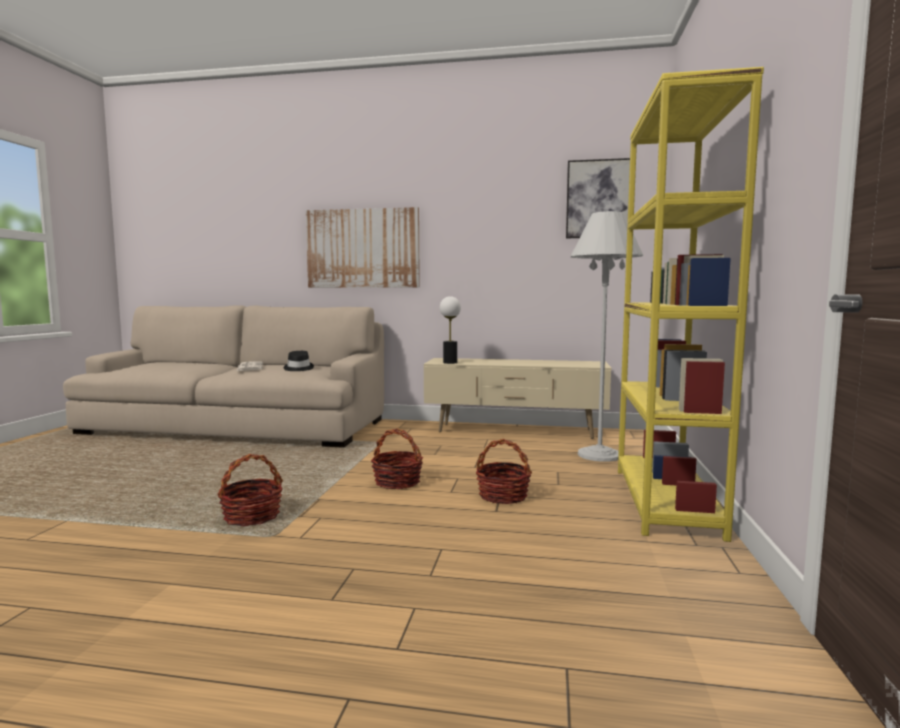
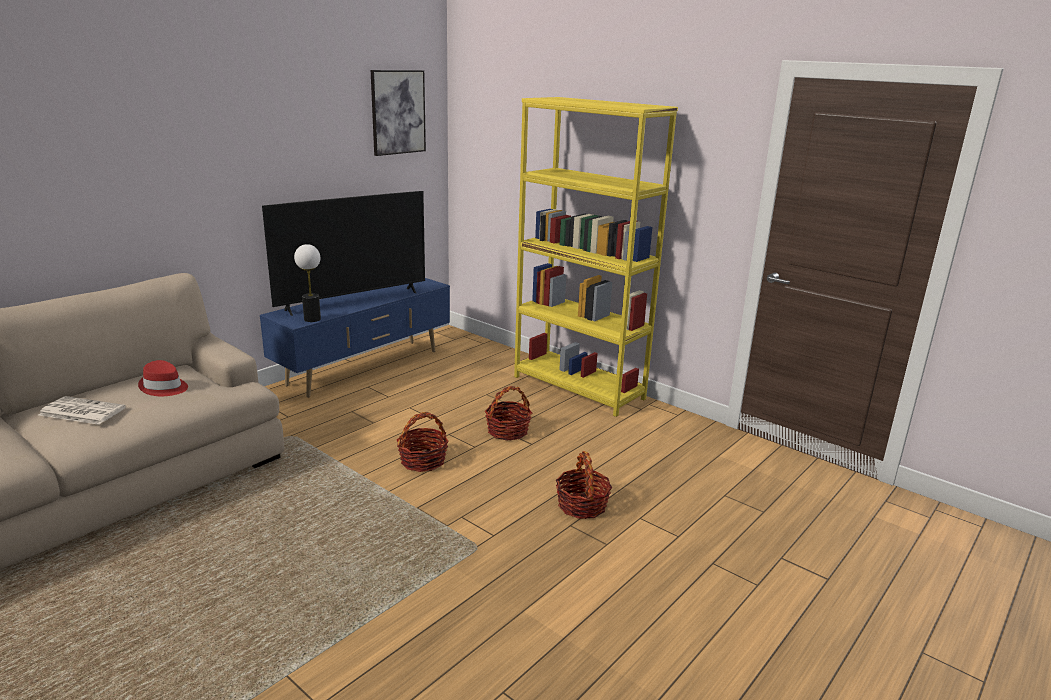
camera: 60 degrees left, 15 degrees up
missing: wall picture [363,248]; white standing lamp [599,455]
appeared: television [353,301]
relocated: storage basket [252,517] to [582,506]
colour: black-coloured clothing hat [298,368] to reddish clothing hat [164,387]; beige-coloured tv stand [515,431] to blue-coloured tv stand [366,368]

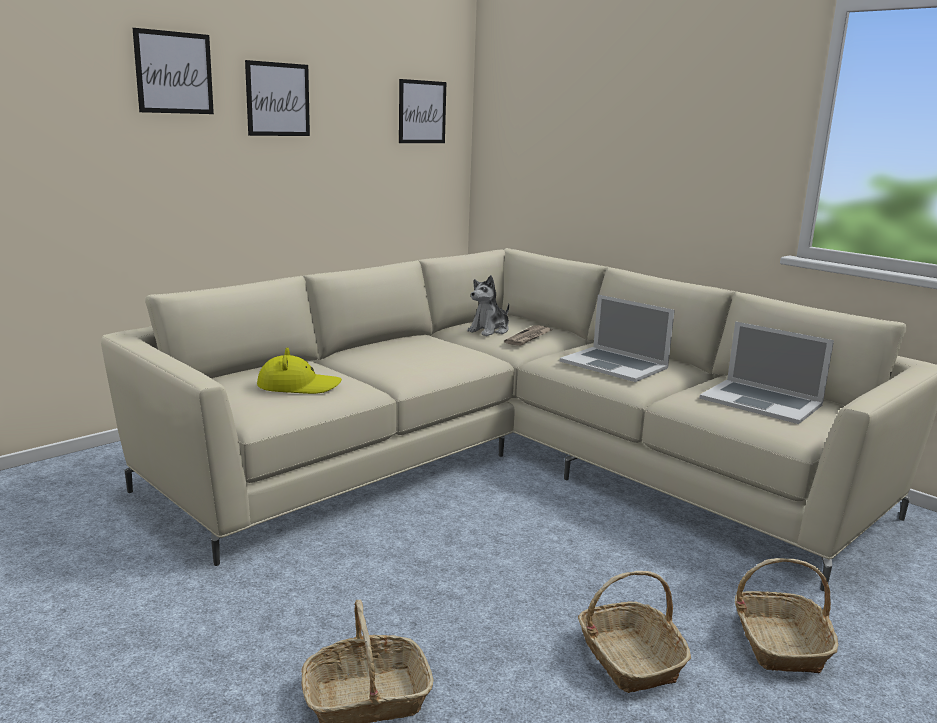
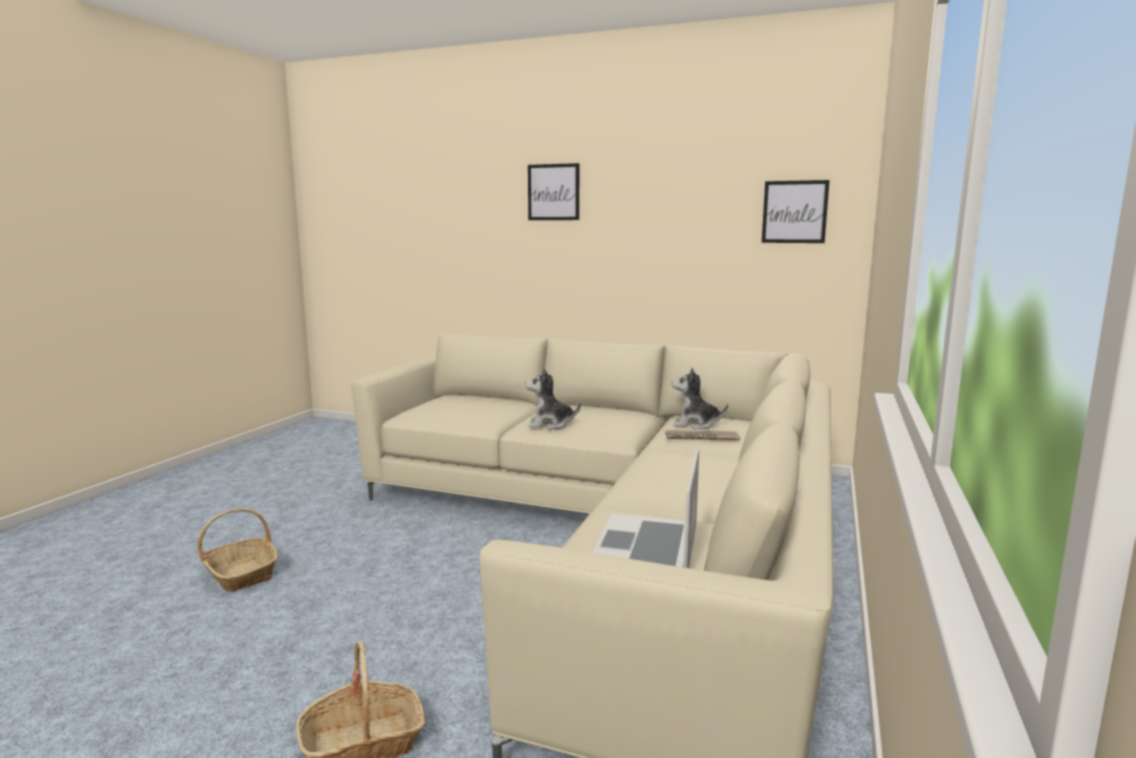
camera: 65 degrees right, 5 degrees down
missing: wall picture [278,99]; yellow-coloured clothing hat [298,386]; laptop [614,364]; storage basket [628,658]
appeared: cuddly toy [550,424]

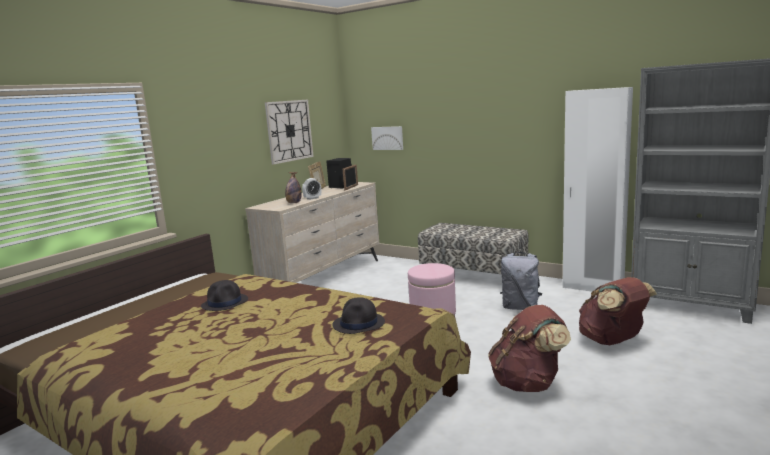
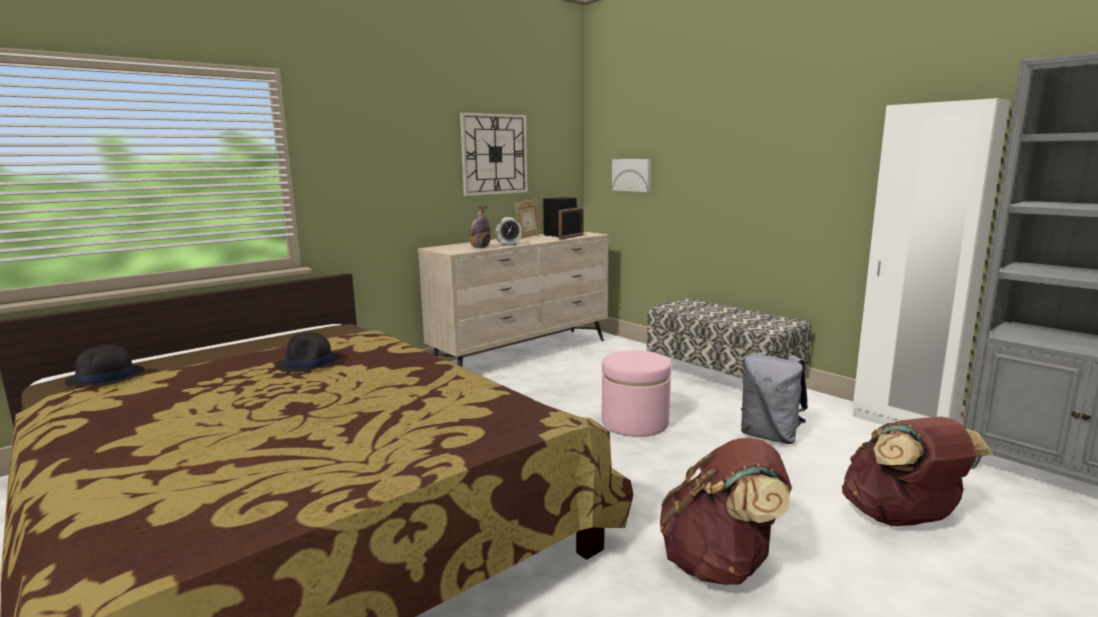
camera: 15 degrees right, 0 degrees up
relocated: black-coloured clothing hat [359,324] to [106,378]

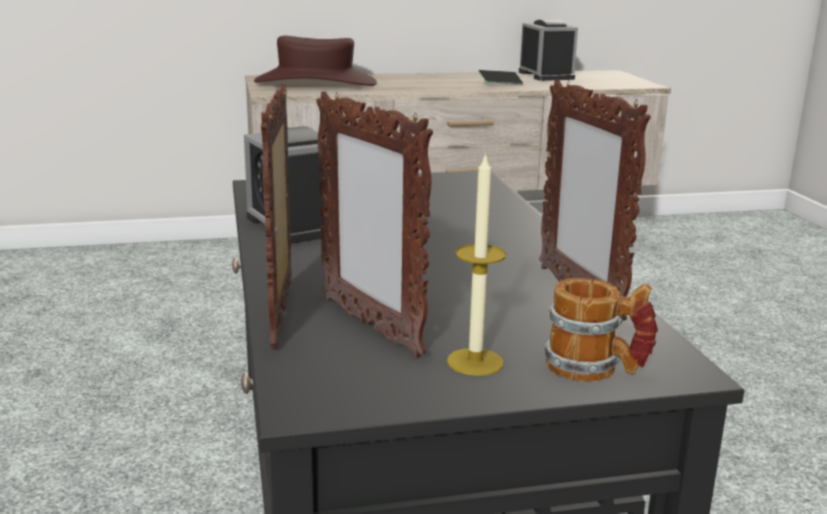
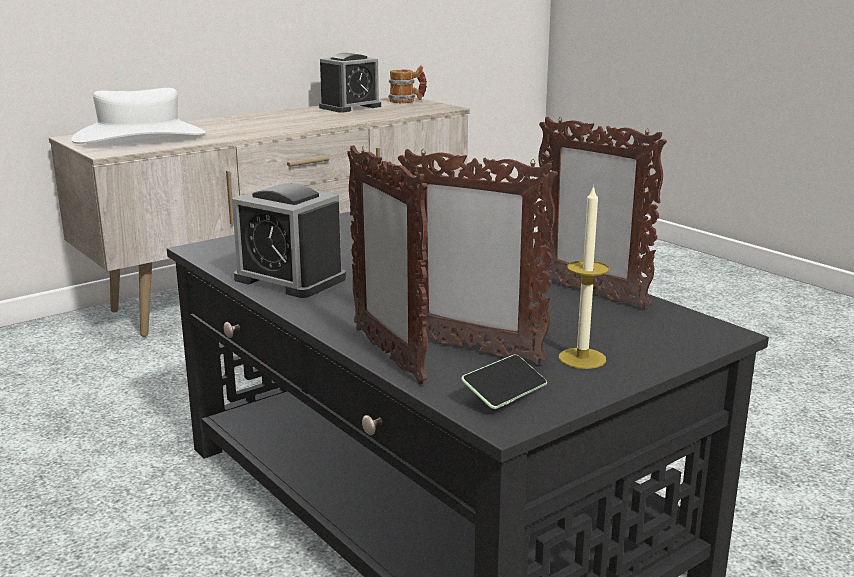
camera: 25 degrees left, 0 degrees up
relocated: coffee mug [596,369] to [407,101]; phone [500,84] to [504,394]
colour: brown clothing hat [316,82] to white clothing hat [140,137]
spun: alarm clock [546,75] = [350,107] 90 degrees clockwise

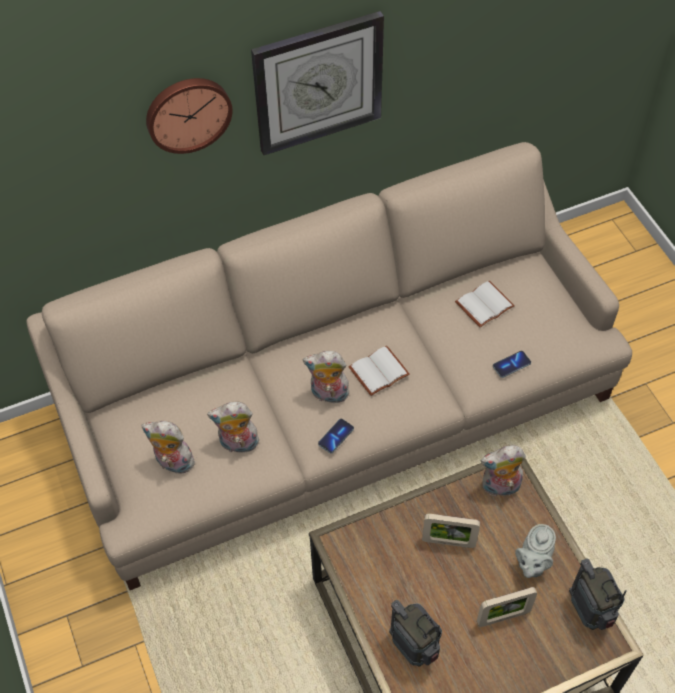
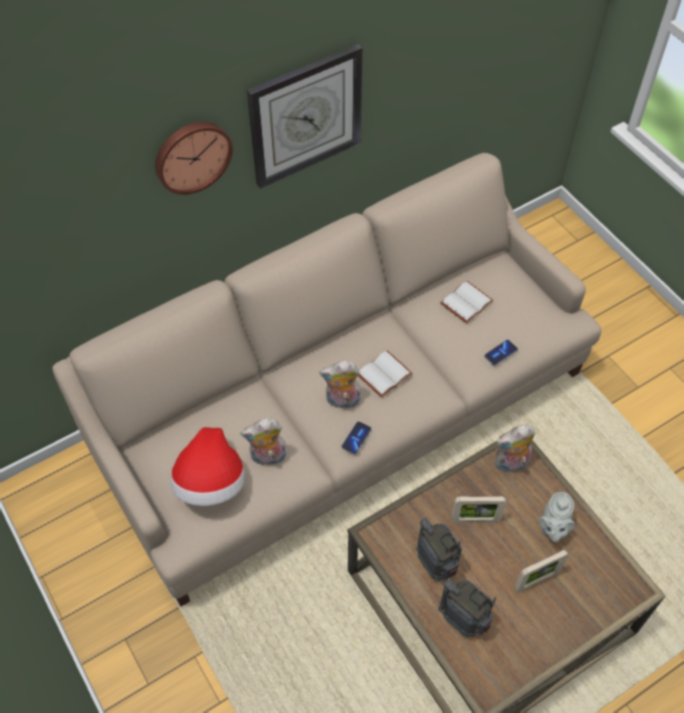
camera: 10 degrees left, 0 degrees up
relocated: radio receiver [590,612] to [436,565]
exchanged: cuddly toy [172,463] to clothing hat [210,483]

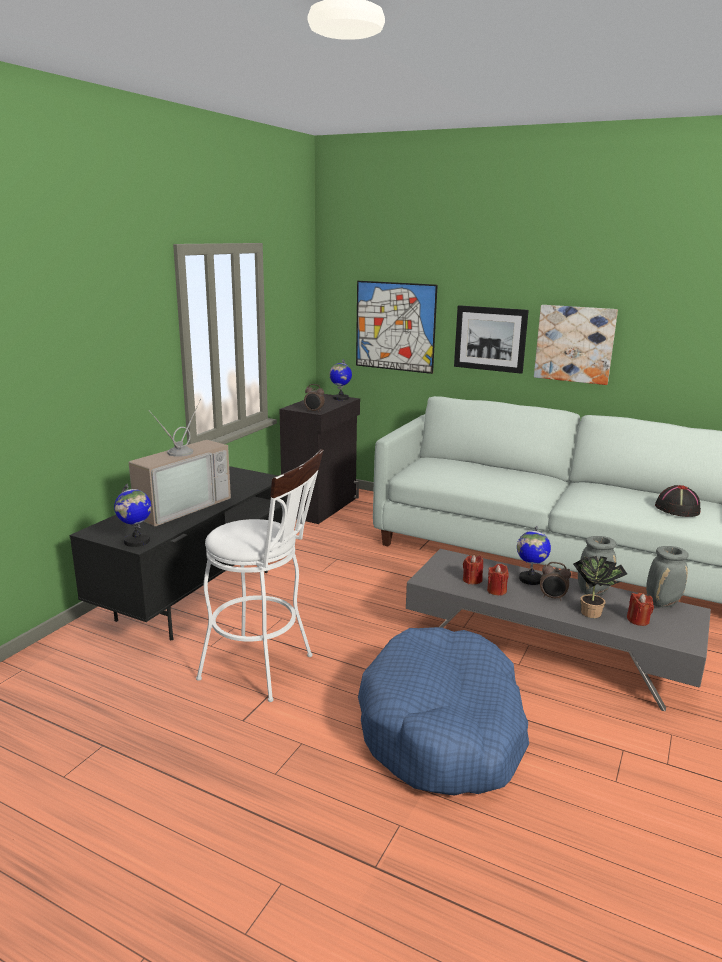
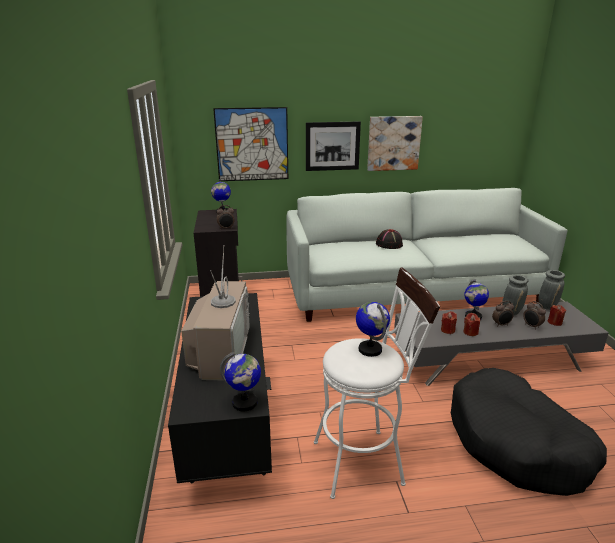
camera: 35 degrees left, 5 degrees up
appeared: globe [370,349]
relocated: black-coloured clothing hat [677,509] to [389,244]
exchanged: houseplant [593,612] to alarm clock [531,326]
colour: blue-coloured dog bed [443,729] to black-coloured dog bed [517,443]

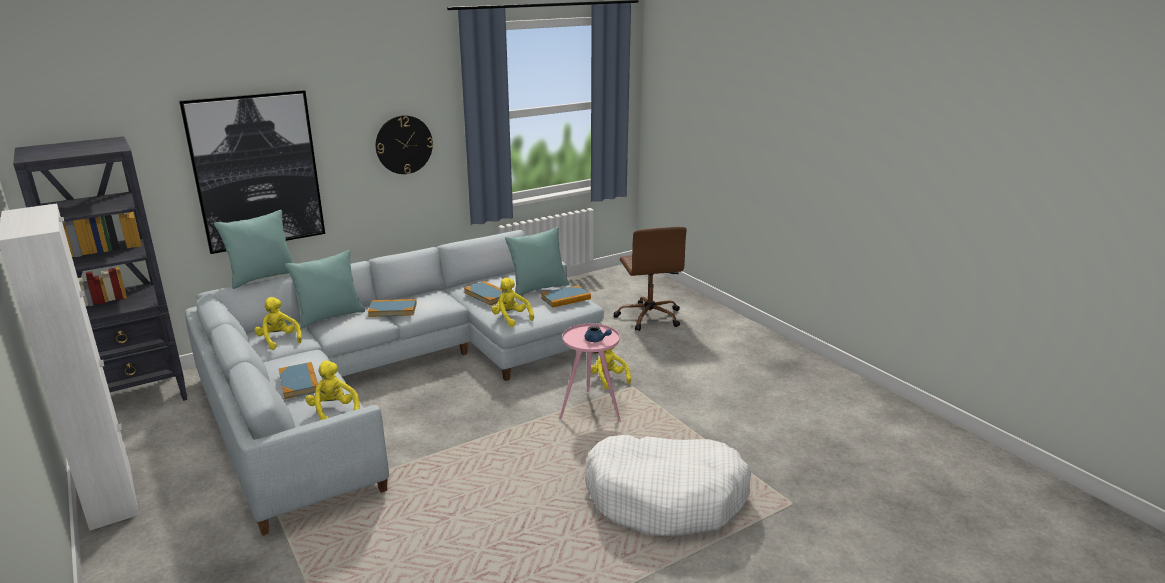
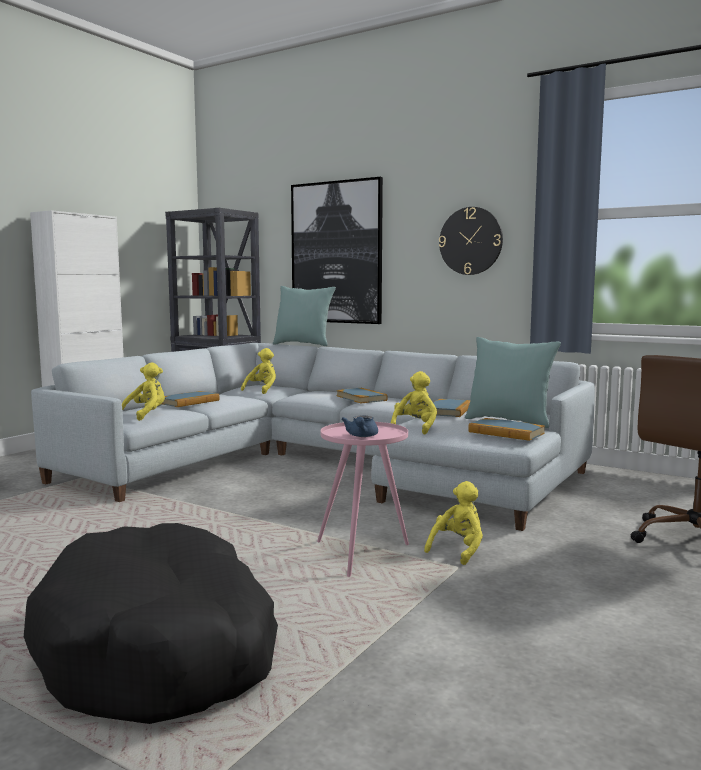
camera: 65 degrees right, 15 degrees down
missing: turquoise-coloured throw pillow [330,316]
colour: white dog bed [666,498] to black-coloured dog bed [160,649]

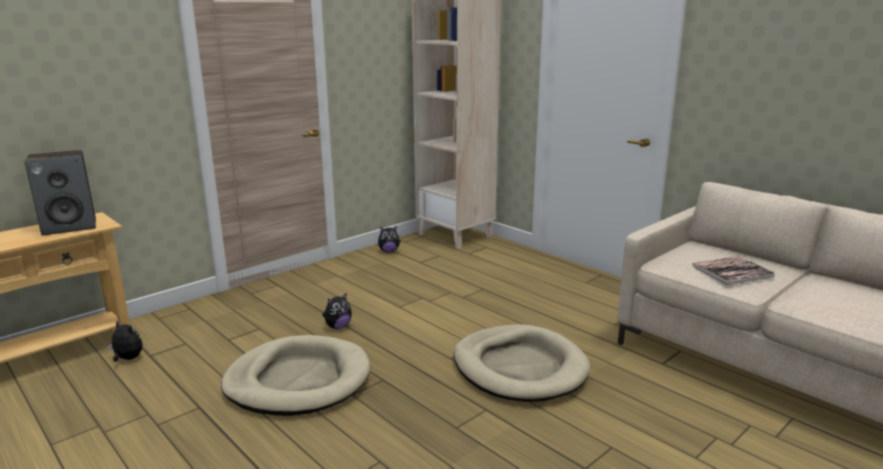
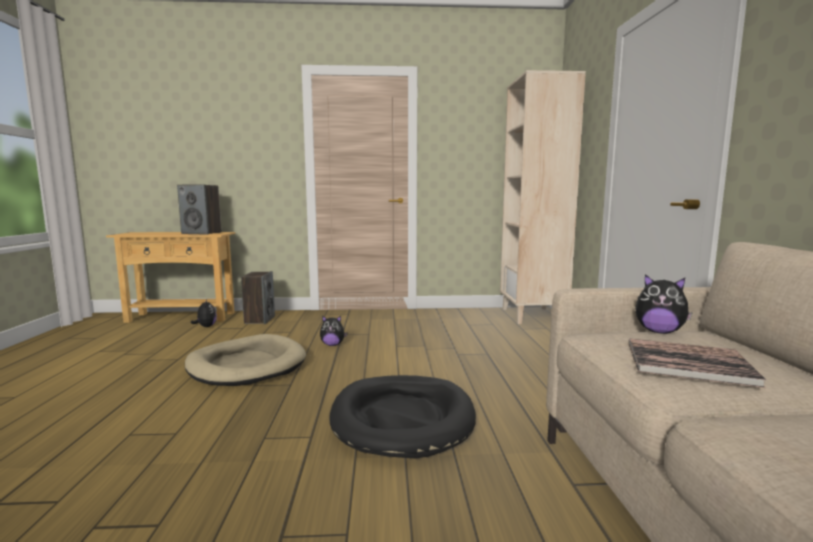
camera: 40 degrees right, 10 degrees down
appeared: audio speaker [259,320]
relocated: cuddly toy [389,251] to [659,332]
colour: beige-coloured dog bed [519,368] to black-coloured dog bed [402,419]

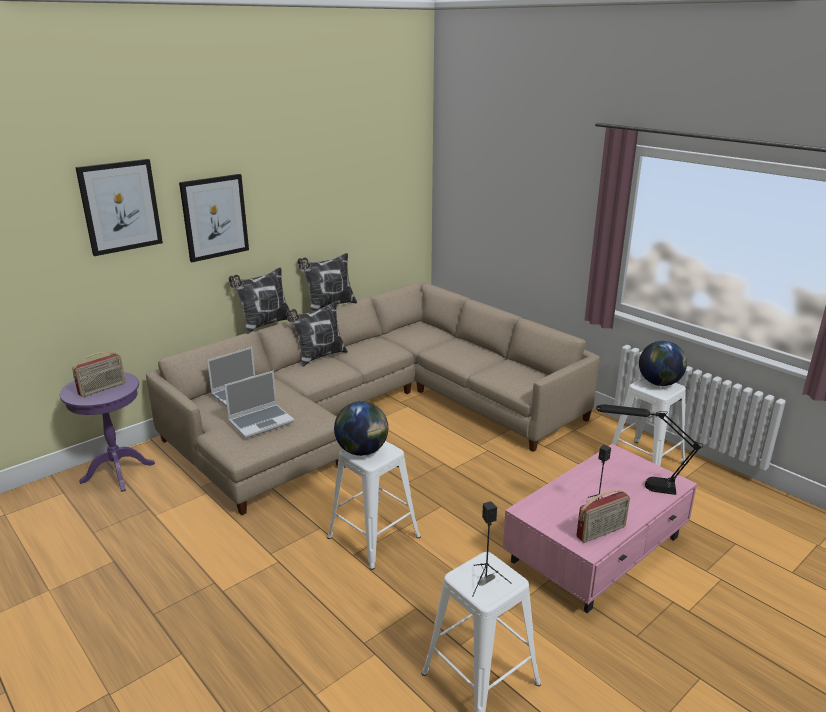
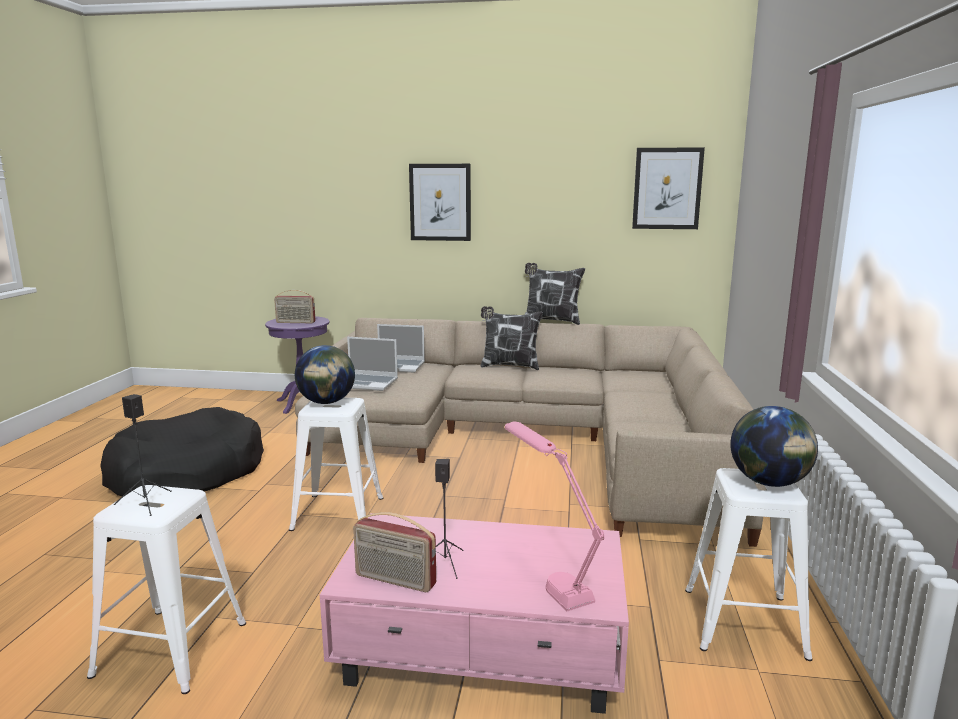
camera: 50 degrees right, 10 degrees down
missing: throw pillow [264,324]
appeared: black-coloured dog bed [187,474]
relocated: wall picture [120,206] to [667,188]
colour: black-coloured lamp for a table [639,484] to pink lamp for a table [548,576]

